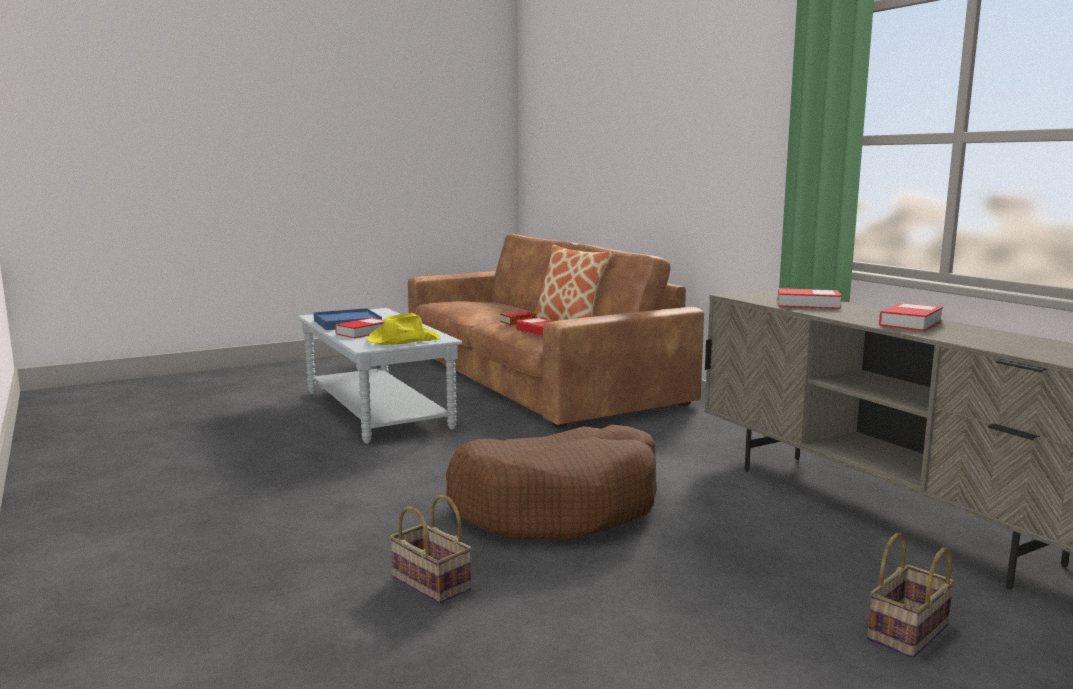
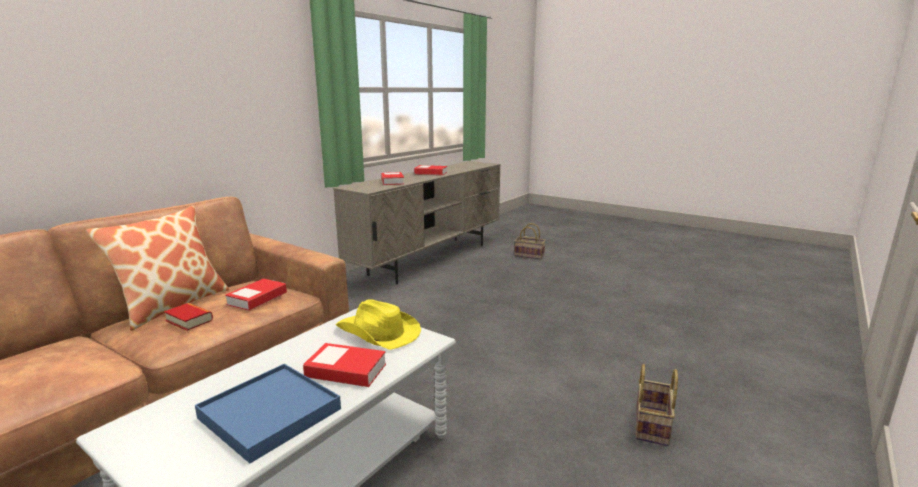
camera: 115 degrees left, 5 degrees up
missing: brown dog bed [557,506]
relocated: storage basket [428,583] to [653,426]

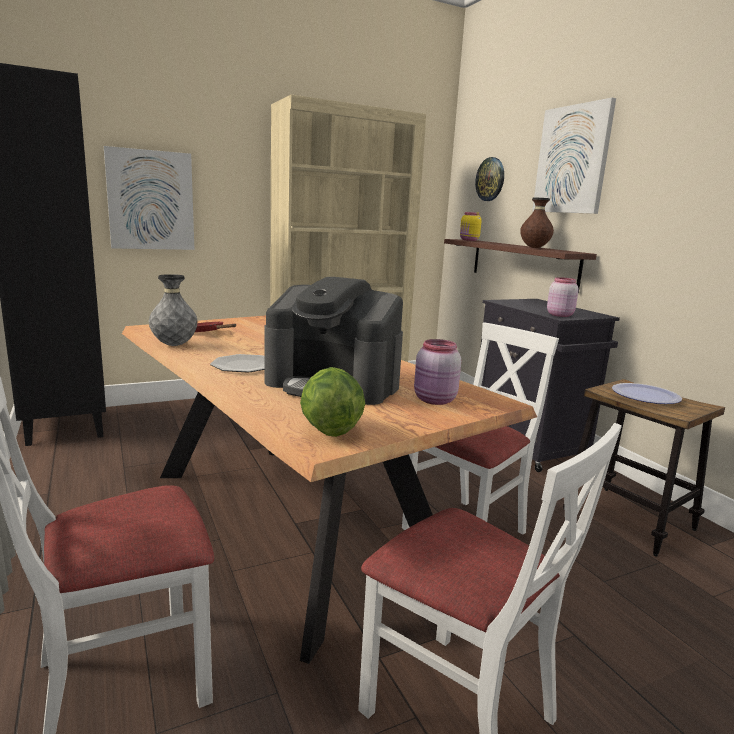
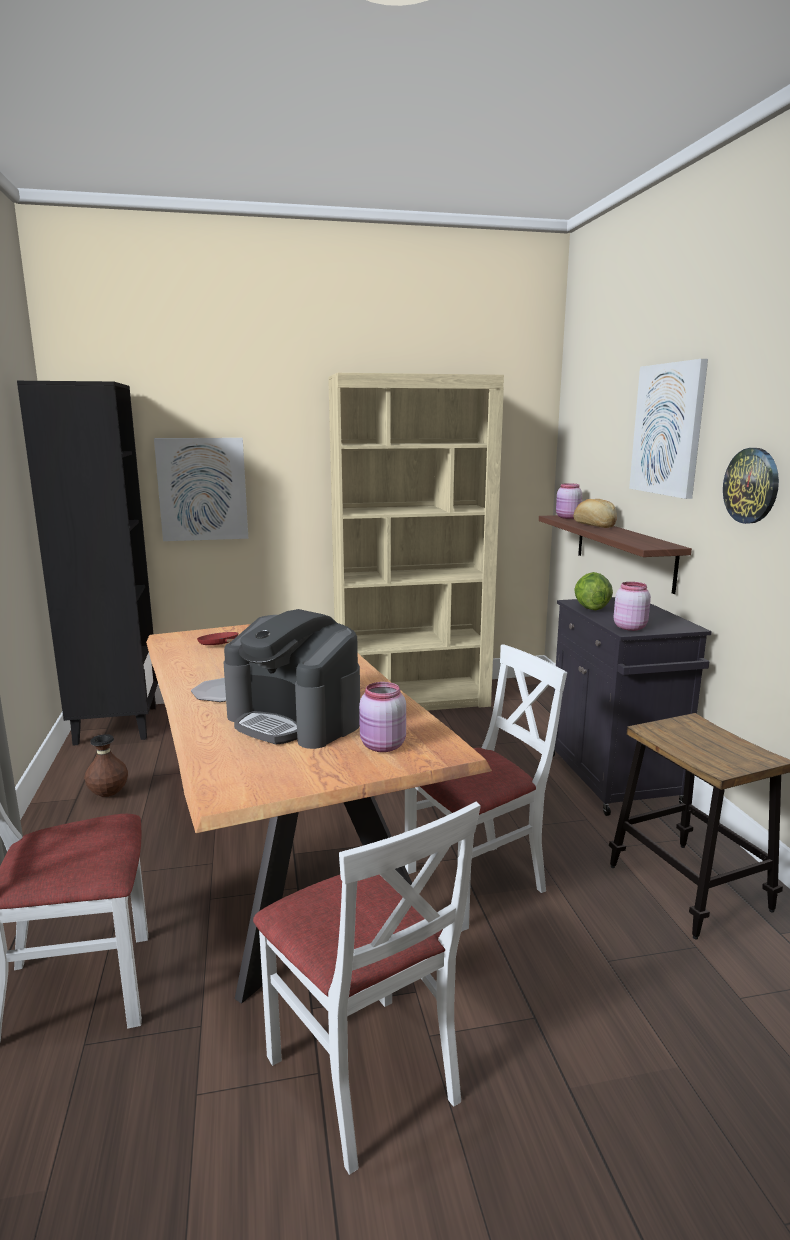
camera: 15 degrees right, 0 degrees up
missing: gray decorative vase [174,345]; flat dish [645,395]
appeared: bakery bread [594,525]
relocated: brown decorative vase [534,248] to [108,794]; lettuce head [329,429] to [590,608]; hanging clock [490,179] to [751,485]
colour: yellow-coloured storage jar [469,240] to pink storage jar [567,517]

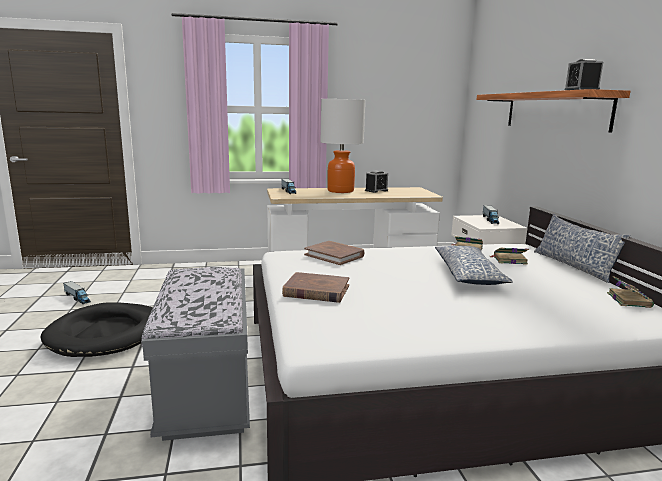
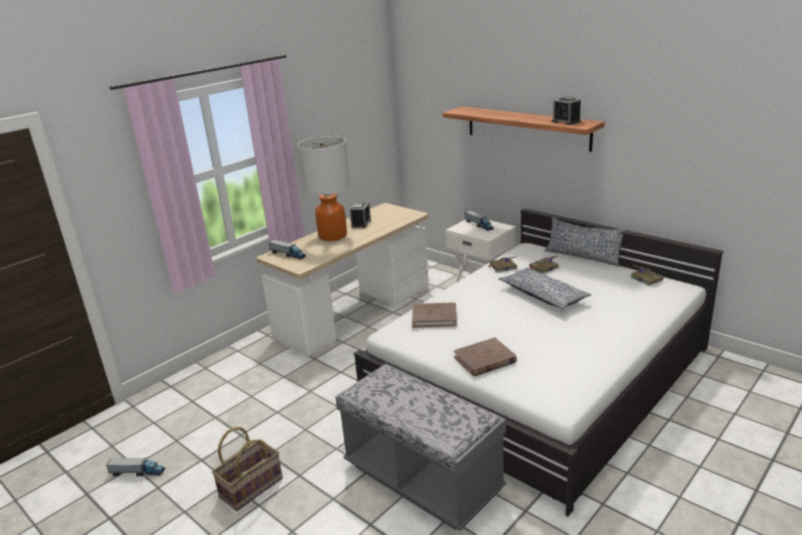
camera: 35 degrees left, 10 degrees up
exchanged: black-coloured dog bed [107,334] to storage basket [251,487]

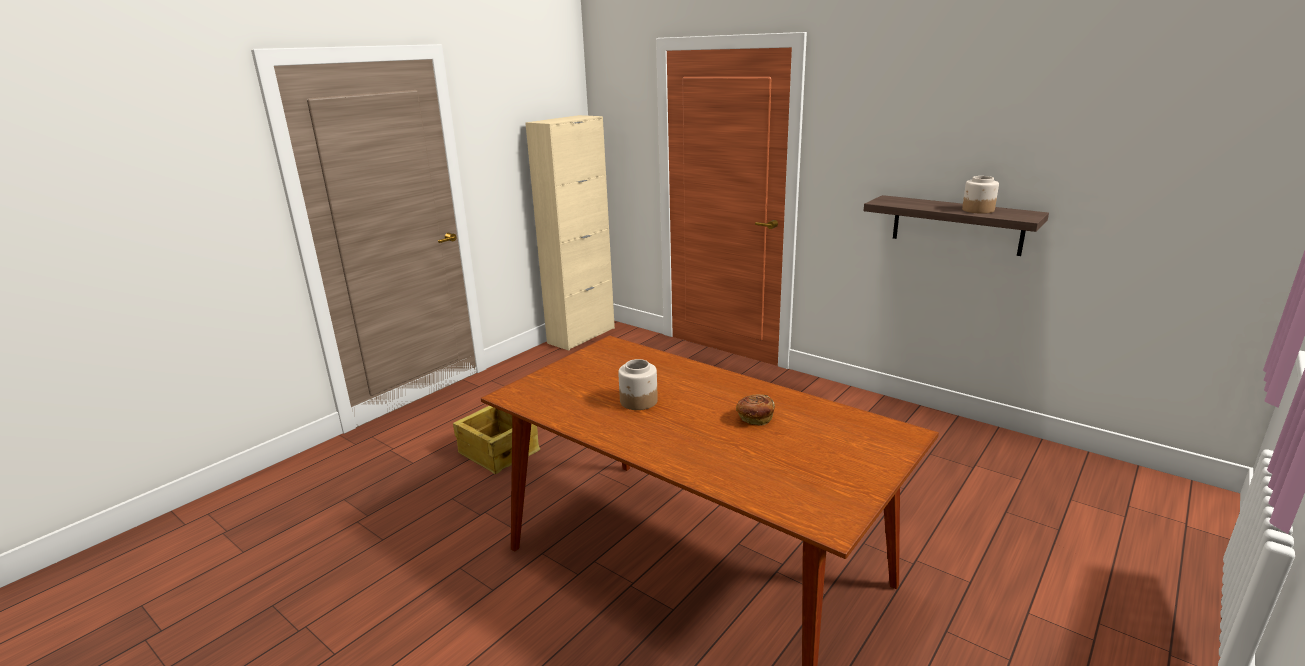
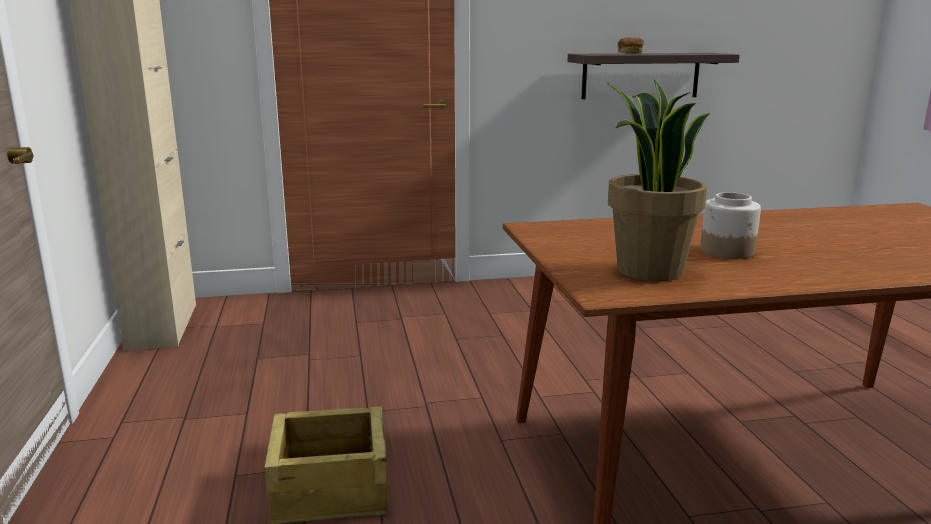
camera: 50 degrees left, 5 degrees down
missing: storage jar [978,210]
appeared: houseplant [648,271]
relocated: bakery bread [755,418] to [629,53]

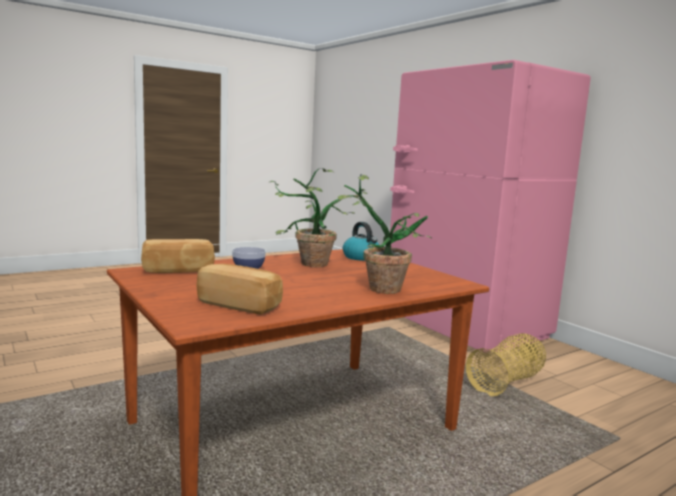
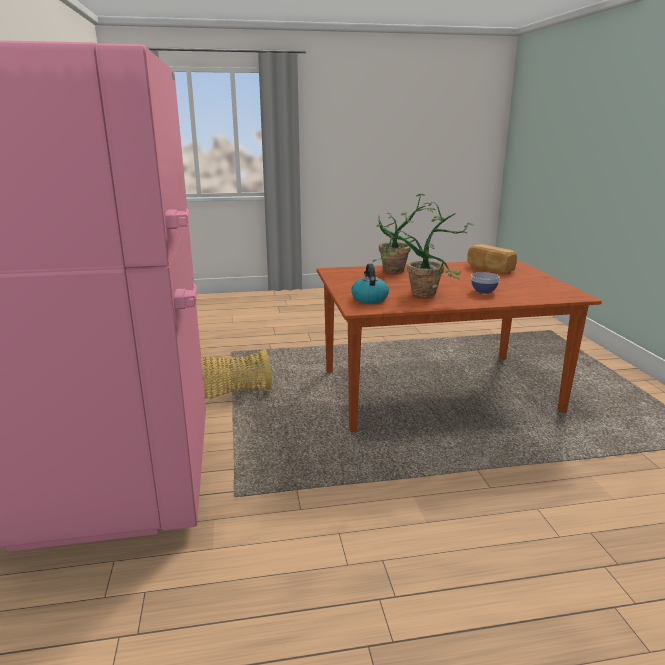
camera: 155 degrees left, 10 degrees up
missing: bakery bread [178,271]

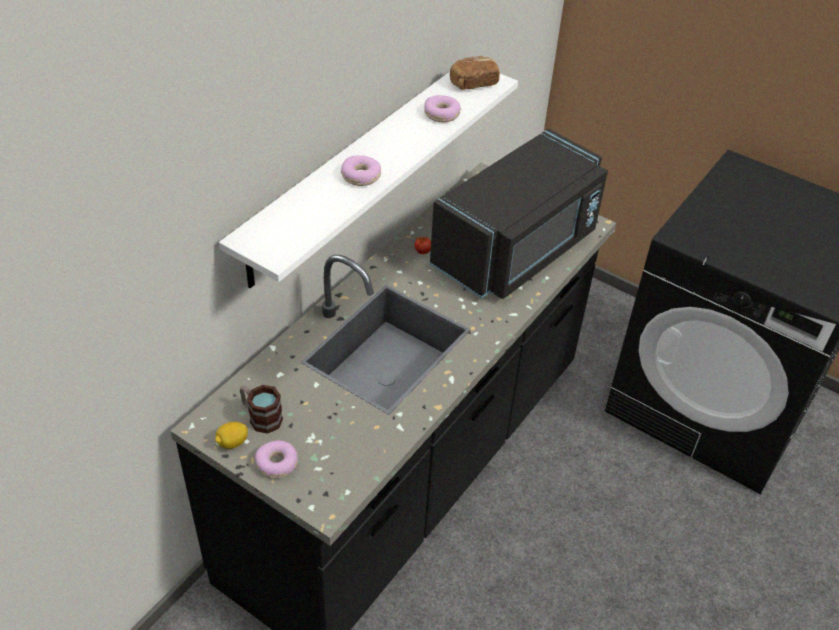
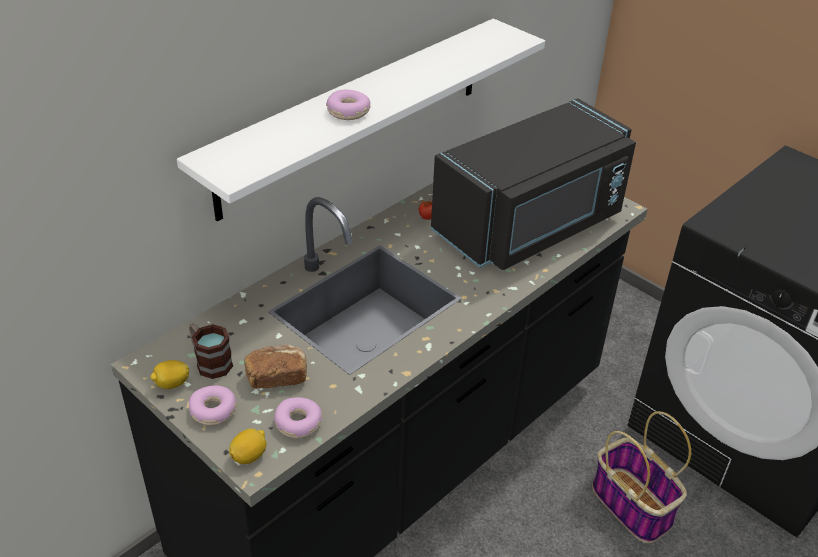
camera: 10 degrees right, 5 degrees down
appeared: lemon [249,456]; storage basket [633,506]
relocated: bakery bread [473,83] to [277,377]; donut [441,114] to [298,423]

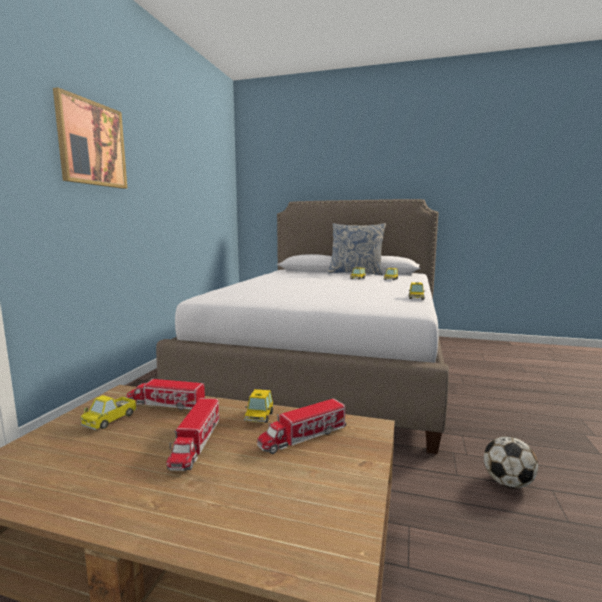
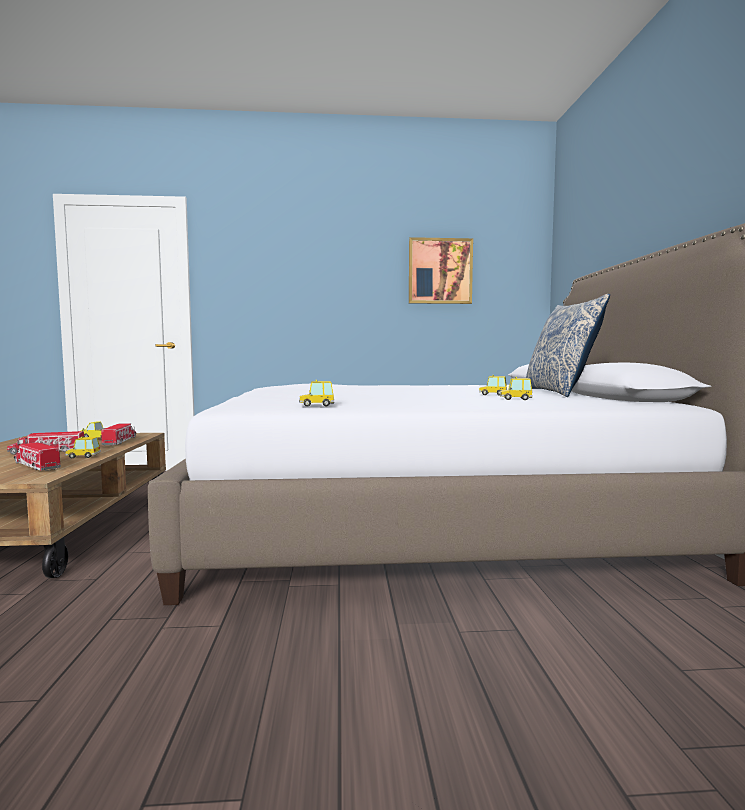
camera: 70 degrees right, 5 degrees down
missing: football [507,483]
relocated: wall picture [91,144] to [440,271]

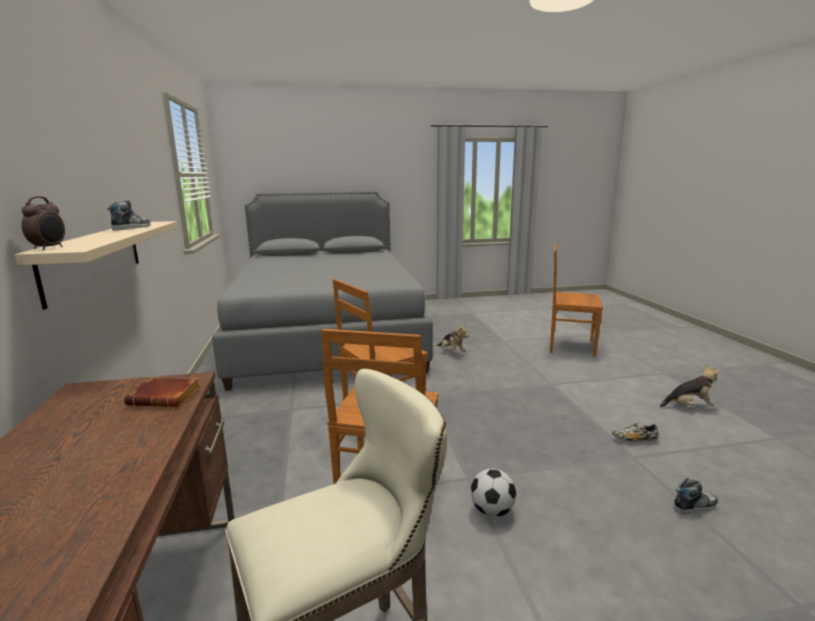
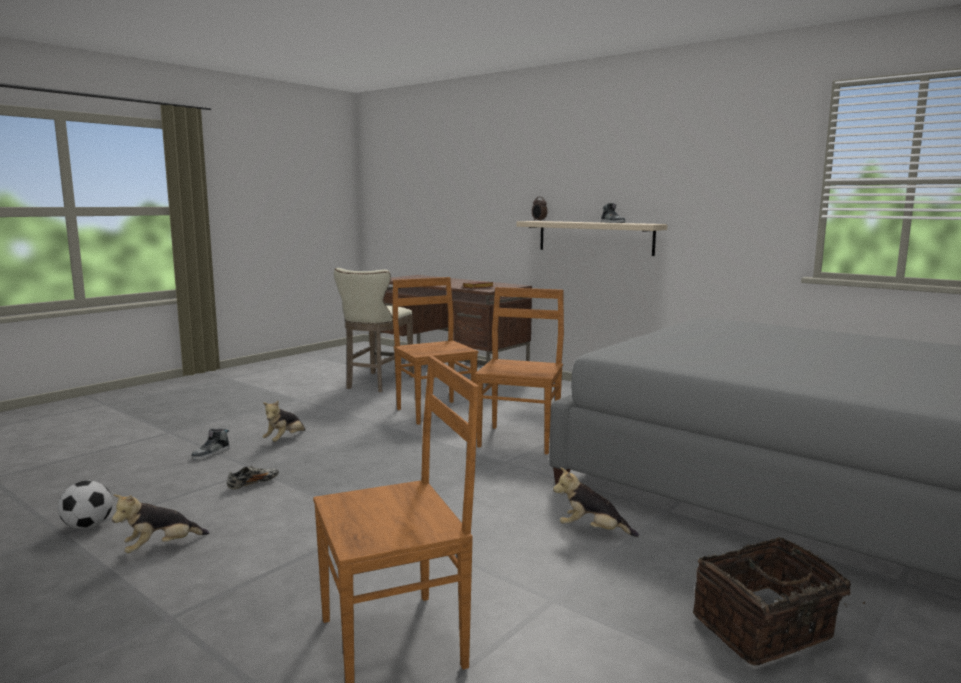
camera: 140 degrees right, 5 degrees down
appeared: cuddly toy [285,440]; storage basket [765,630]
relocated: football [492,511] to [88,526]

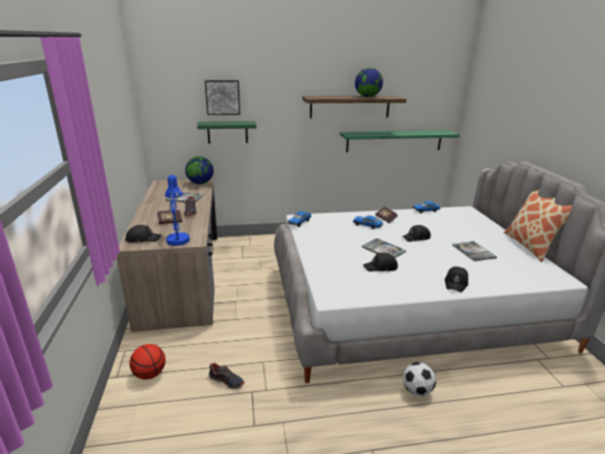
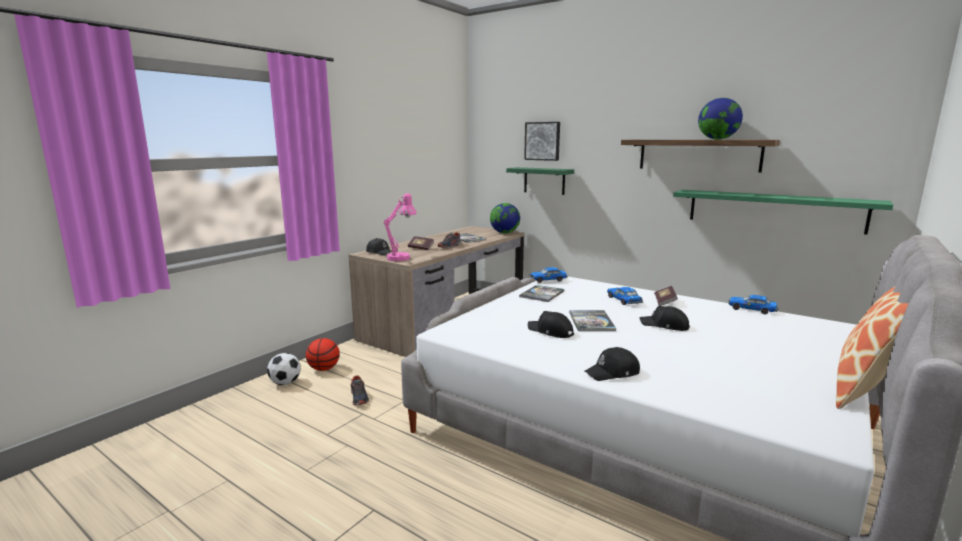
camera: 45 degrees right, 10 degrees down
relocated: football [417,390] to [285,383]; bound book [473,251] to [542,294]
colour: blue-coloured lamp for a table [178,238] to pink lamp for a table [401,257]

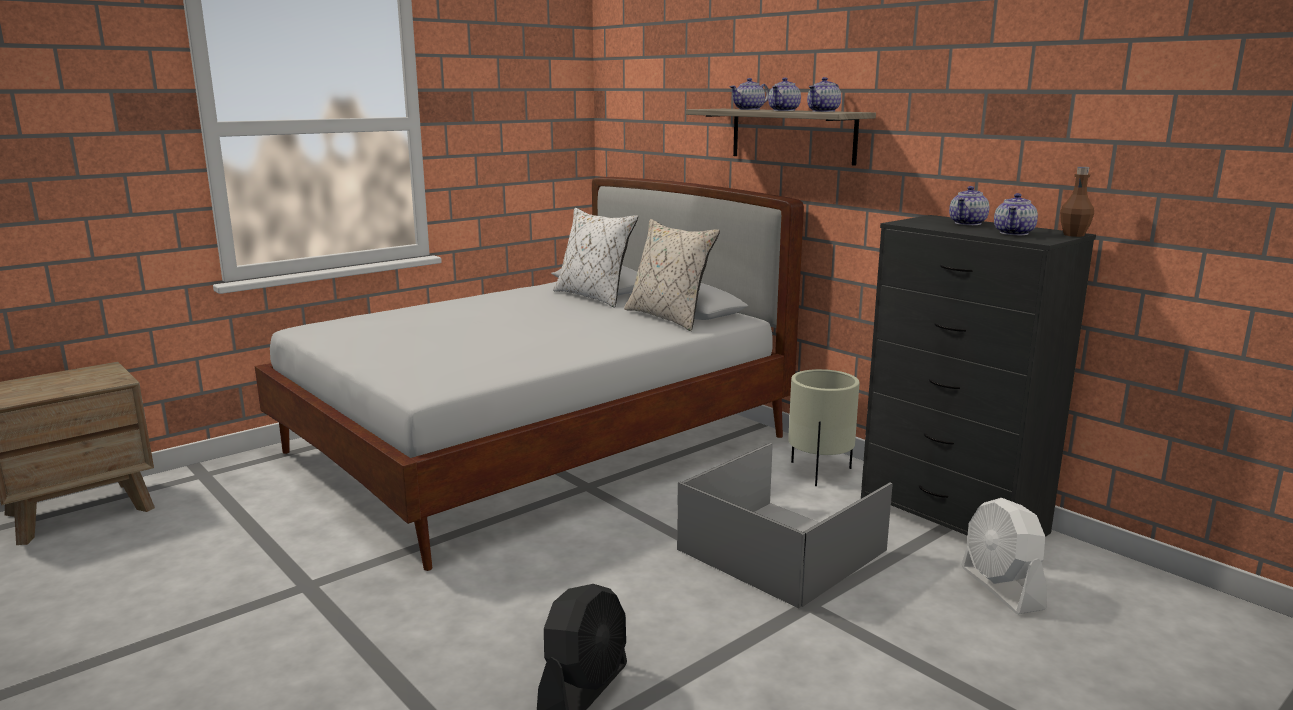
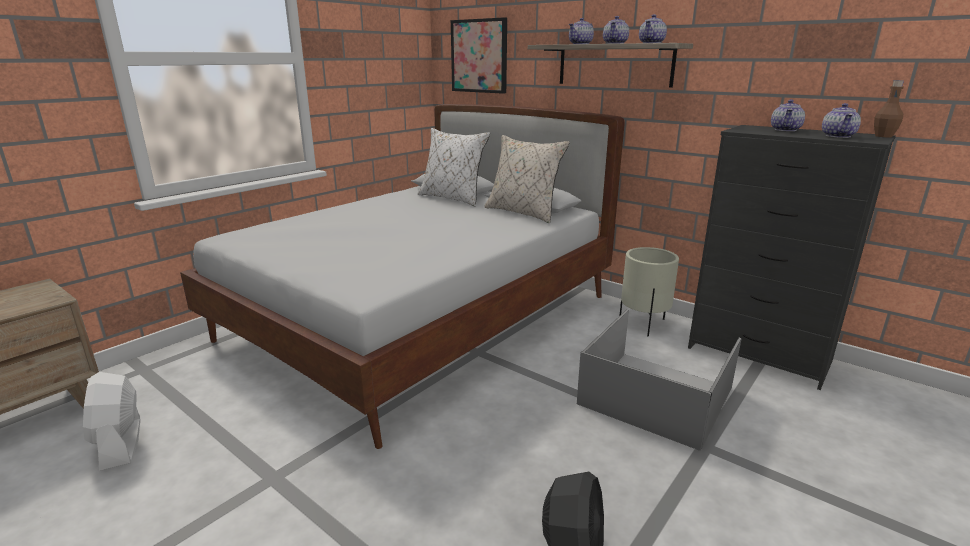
camera: 10 degrees left, 5 degrees up
appeared: wall picture [479,56]
relocated: white cooling fan [1001,588] to [121,443]

